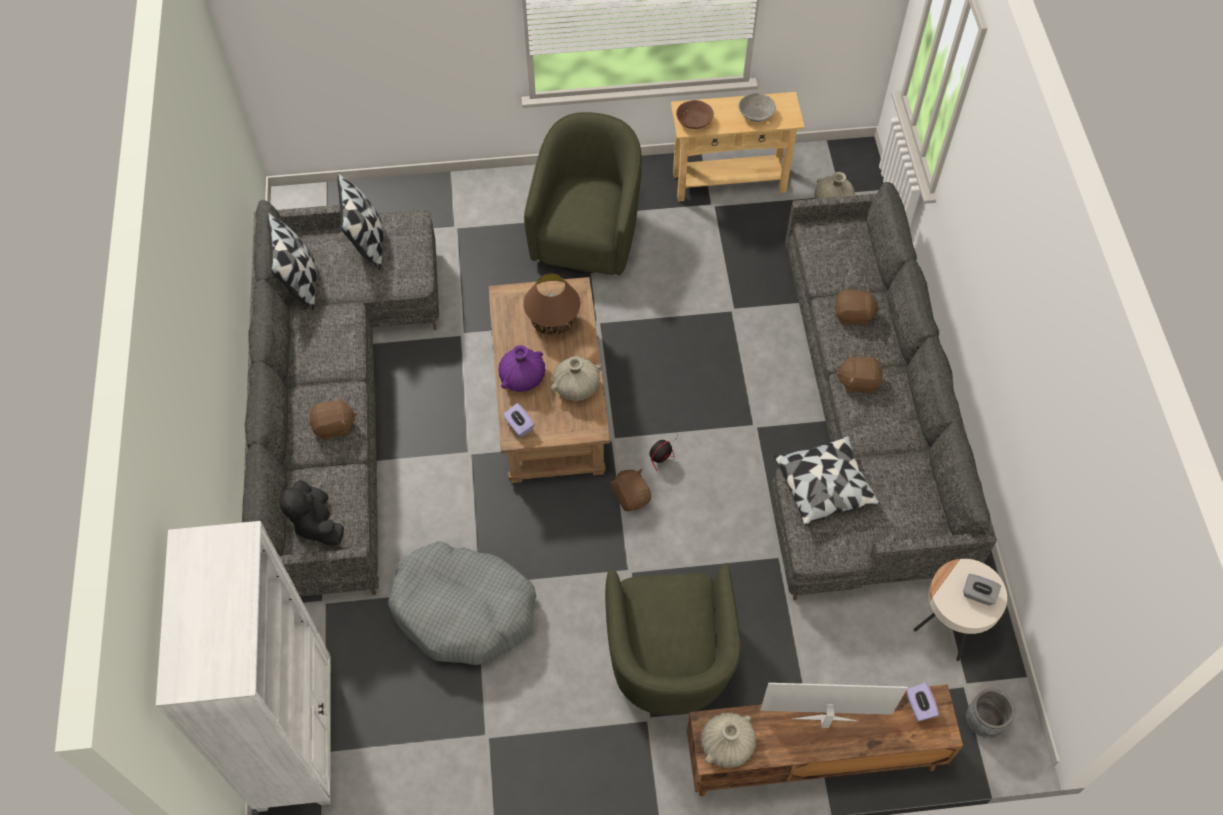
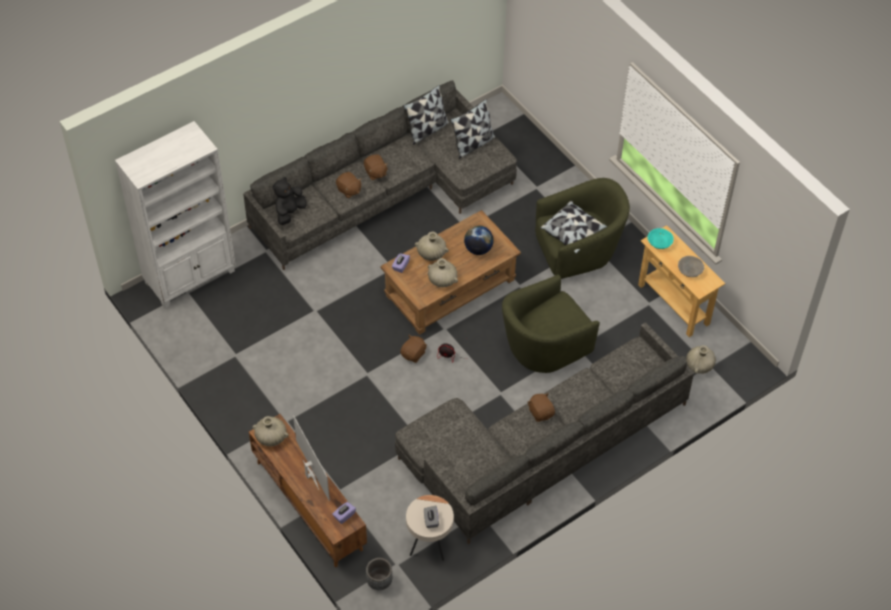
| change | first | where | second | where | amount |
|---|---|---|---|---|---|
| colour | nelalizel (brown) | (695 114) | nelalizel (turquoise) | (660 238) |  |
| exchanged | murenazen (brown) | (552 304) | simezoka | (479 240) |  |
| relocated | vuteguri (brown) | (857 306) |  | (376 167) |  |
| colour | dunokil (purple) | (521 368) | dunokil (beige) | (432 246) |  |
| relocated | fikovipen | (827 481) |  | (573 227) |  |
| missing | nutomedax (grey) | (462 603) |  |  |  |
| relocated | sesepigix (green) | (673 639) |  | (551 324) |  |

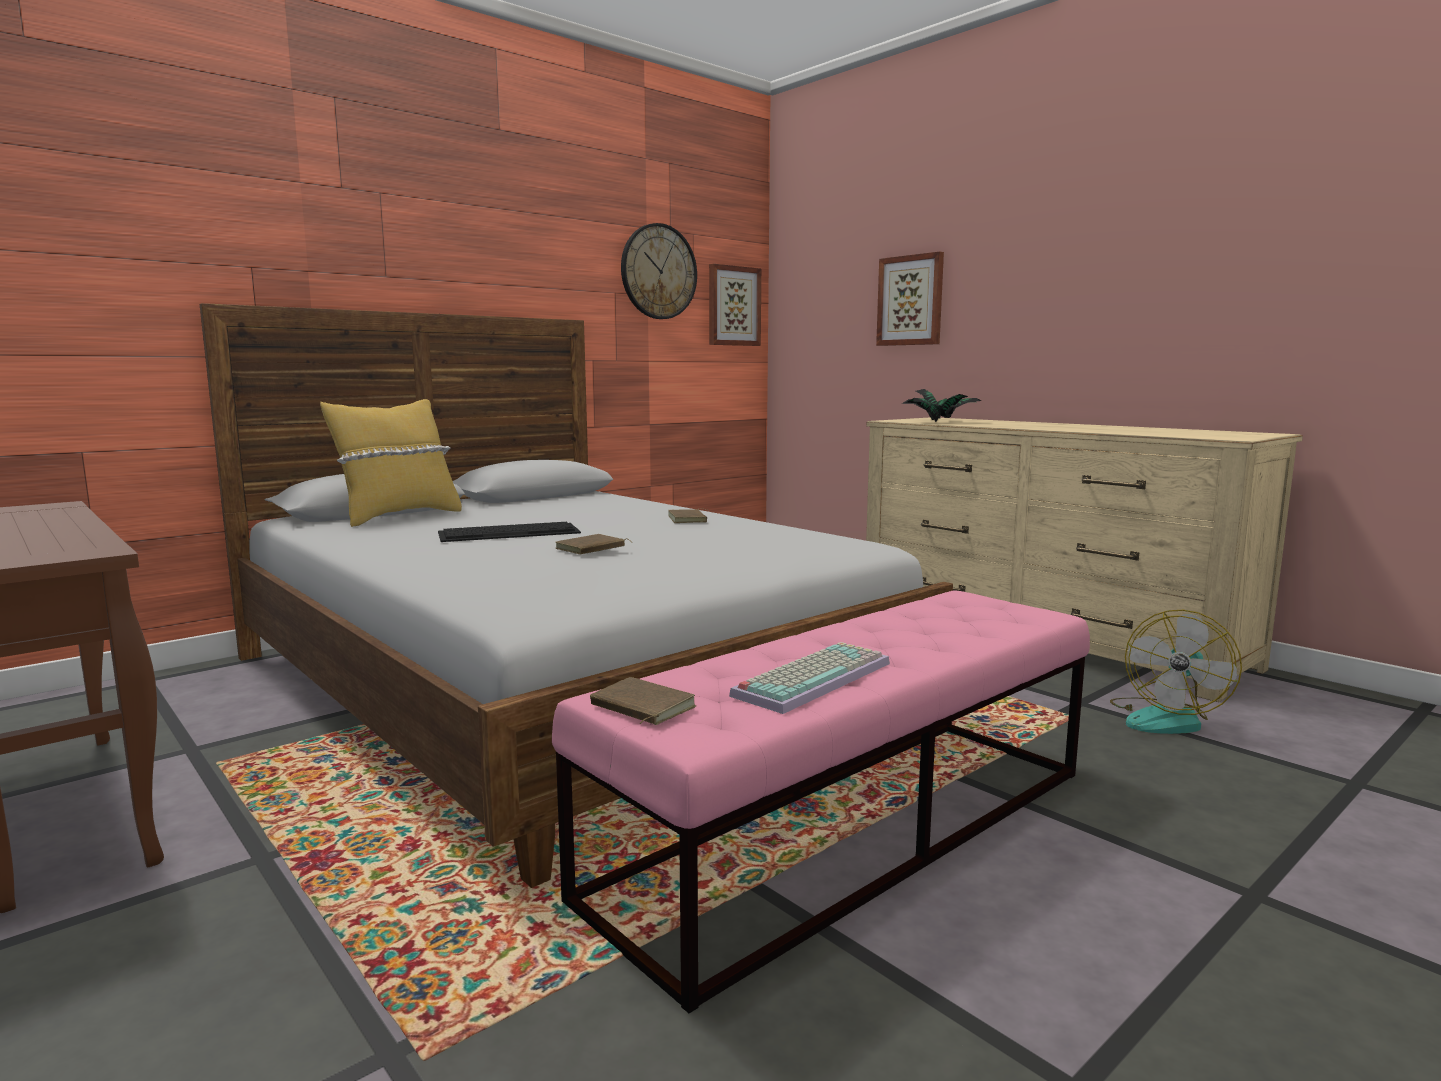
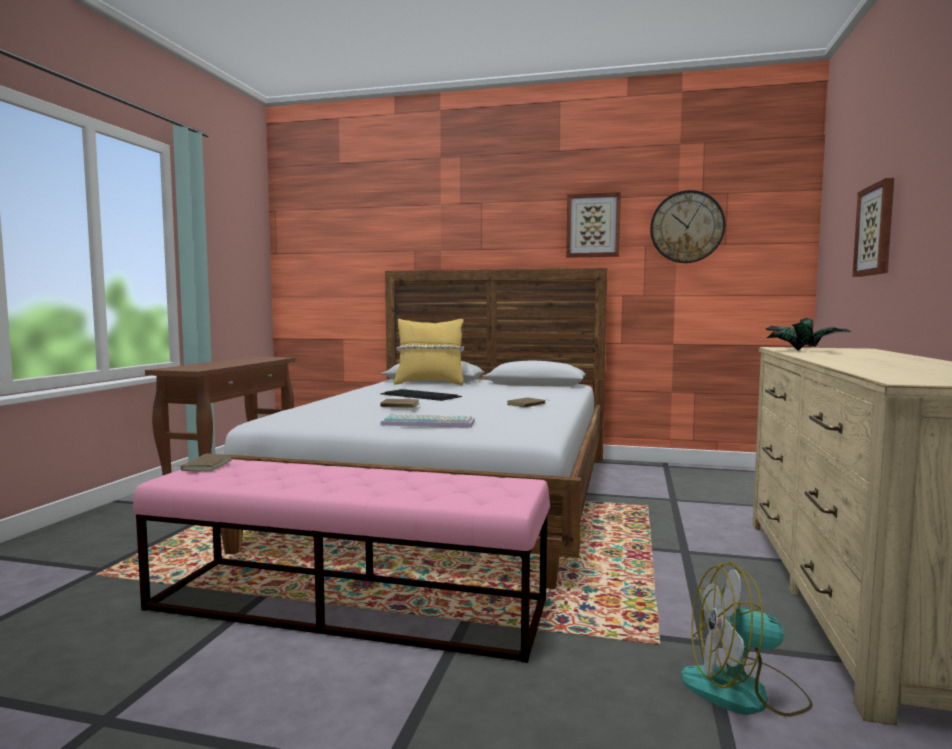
| change | first | where | second | where | amount |
|---|---|---|---|---|---|
| relocated | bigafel | (735 305) |  | (593 225) |  |
| relocated | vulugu | (809 678) |  | (427 421) |  |

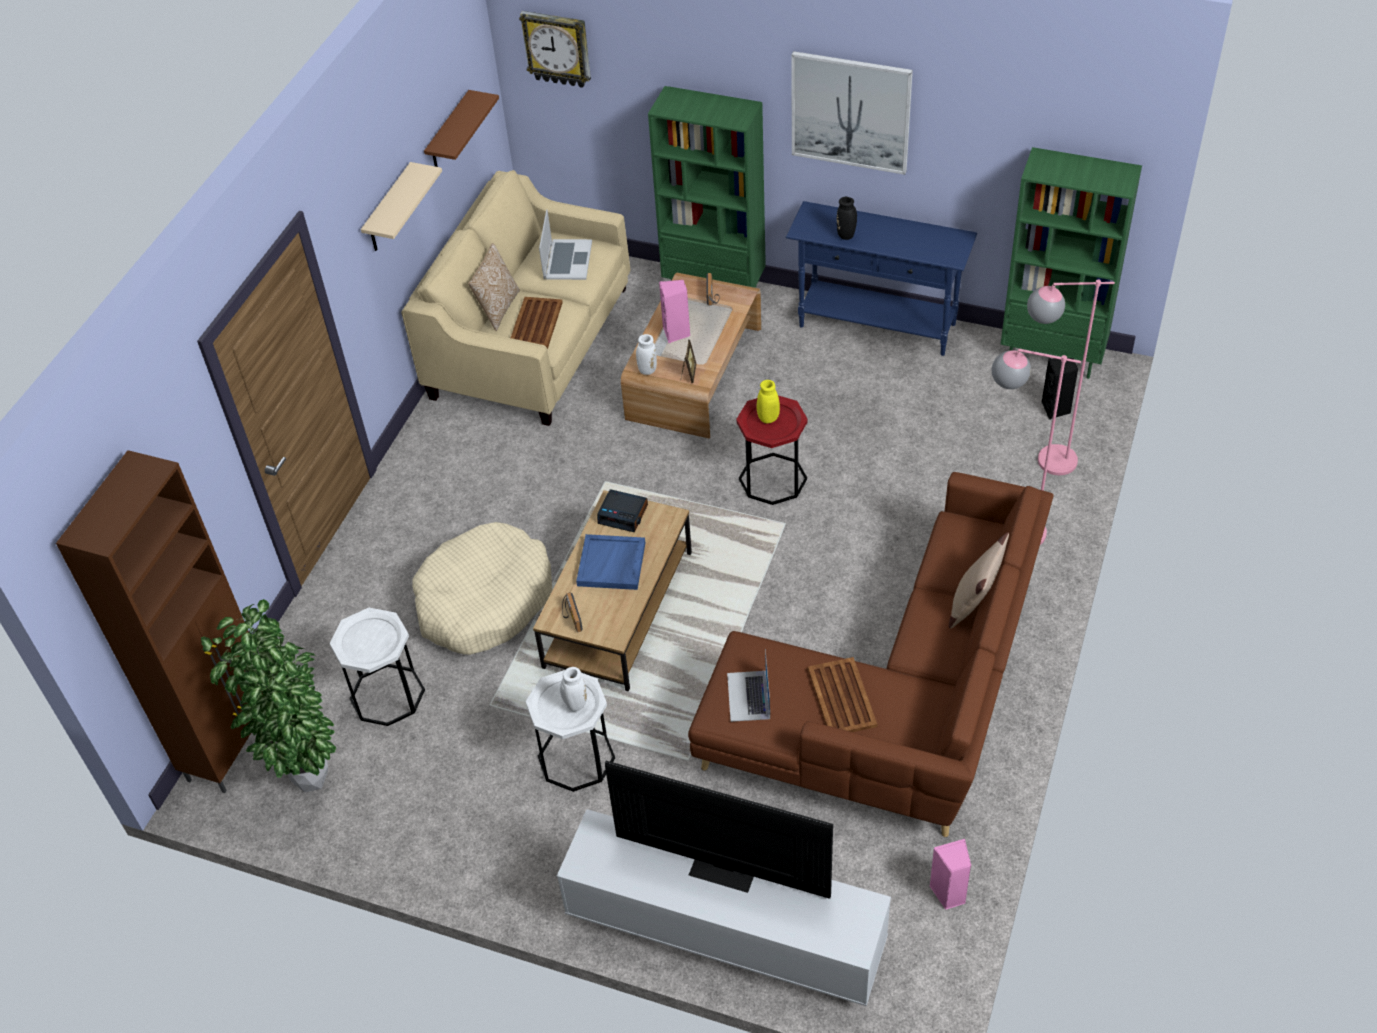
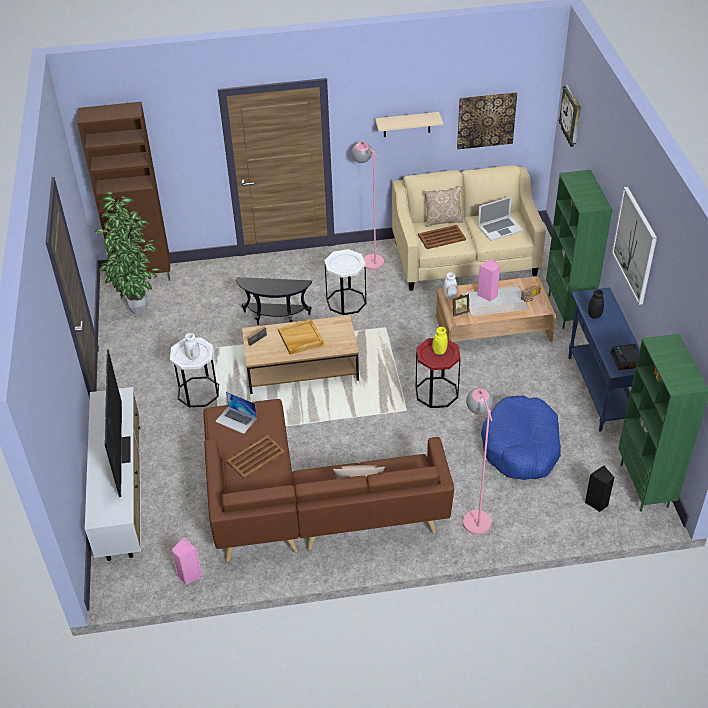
| change | first | where | second | where | amount |
|---|---|---|---|---|---|
| exchanged | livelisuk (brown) | (461 128) | bigafel | (487 120) |  |
| relocated | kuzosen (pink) | (1071 377) |  | (368 205) |  |
| relocated | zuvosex | (622 510) |  | (624 357) |  |
| exchanged | nutomedax (beige) | (482 588) | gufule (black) | (274 301) |  |
| colour | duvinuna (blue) | (610 562) | duvinuna (beige) | (301 337) |  |
| relocated | gufule (white) | (377 667) |  | (345 282) |  |
| spun | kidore | (748 685) |  | (236 413) | 120 degrees counterclockwise |
| appeared |  |  | nutomedax (blue) | (521 438) |  |

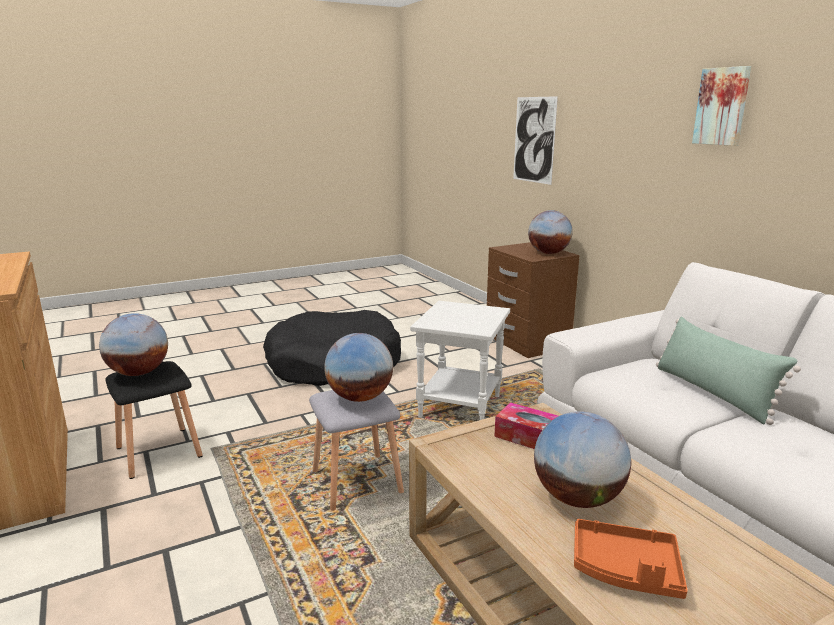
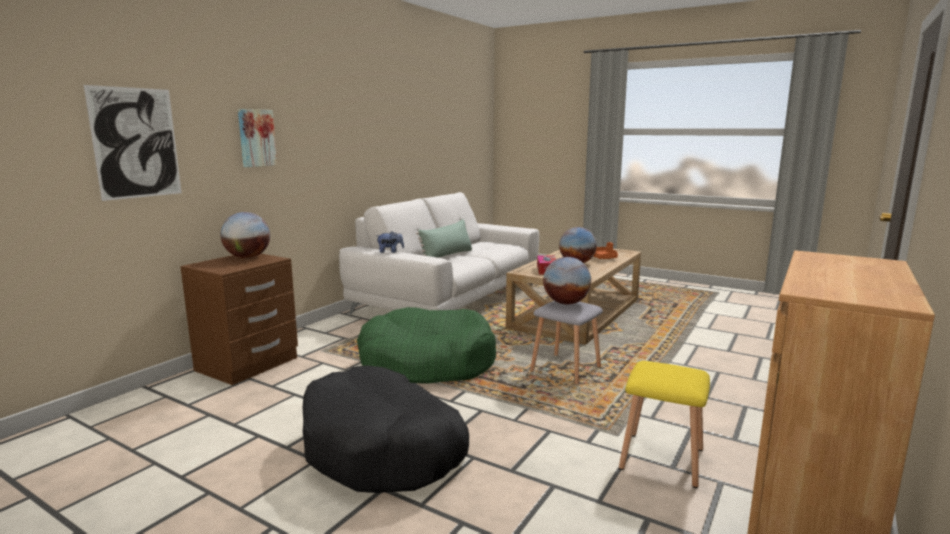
| change | first | where | second | where | amount |
|---|---|---|---|---|---|
| relocated | bigafel | (721 106) |  | (257 138) |  |
| exchanged | gufule (white) | (460 360) | nutomedax (green) | (426 345) |  |
| missing | simezoka | (133 344) |  |  |  |
| colour | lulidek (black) | (153 420) | lulidek (yellow) | (664 424) |  |
| appeared |  |  | vuteguri | (390 242) |  |

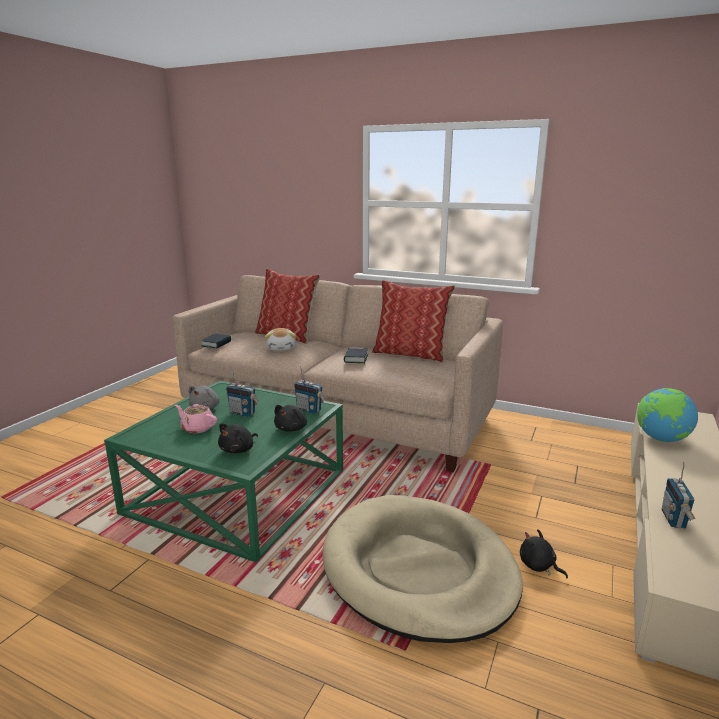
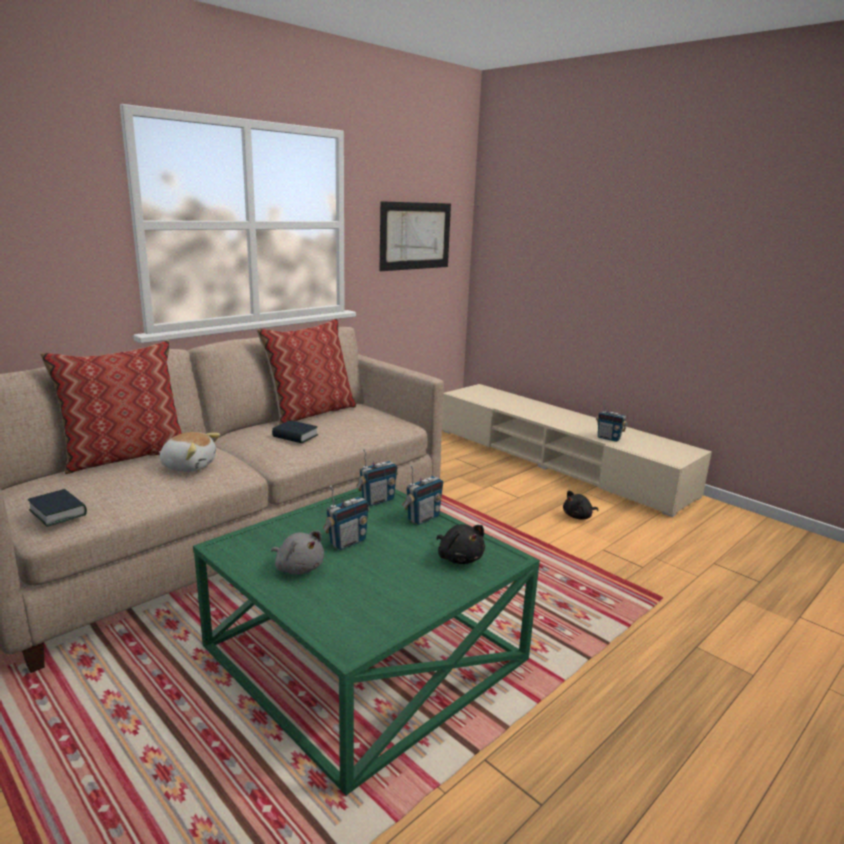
| change | first | where | second | where | amount |
|---|---|---|---|---|---|
| missing | simezoka | (667 415) |  |  |  |
| missing | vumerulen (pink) | (196 418) |  |  |  |
| exchanged | vuteguri (black) | (290 418) | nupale | (422 495) |  |
| missing | nutomedax (beige) | (422 569) |  |  |  |
| appeared |  |  | bigafel | (415 236) |  |

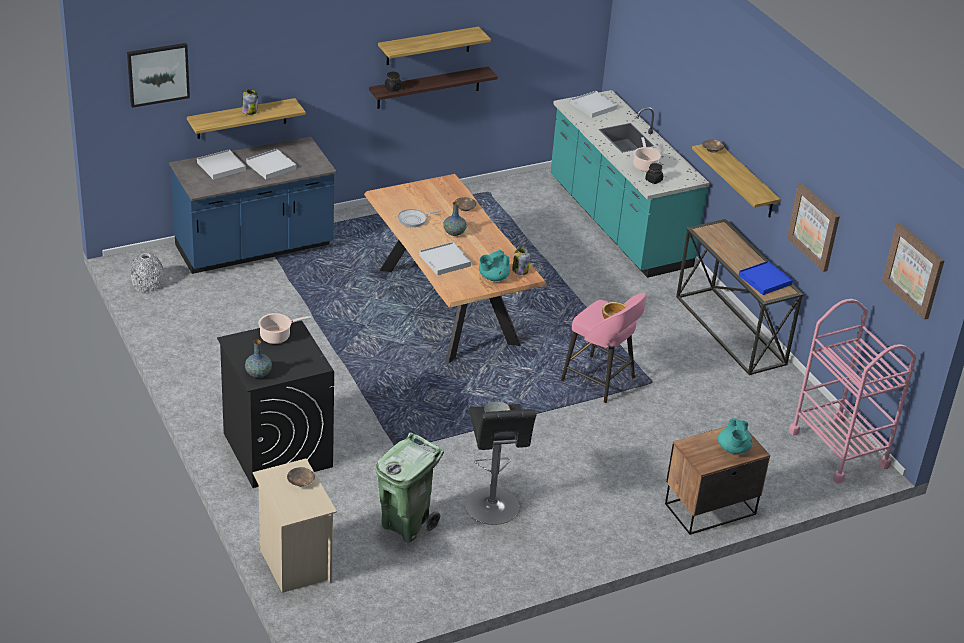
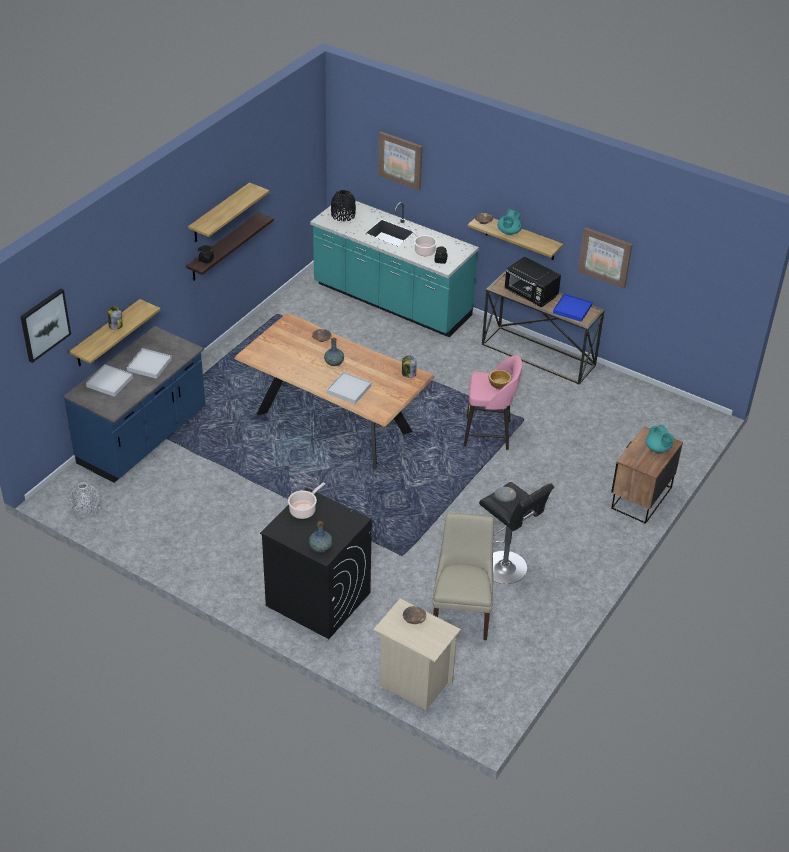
| change | first | where | second | where | amount |
|---|---|---|---|---|---|
| exchanged | duvinuna (white) | (594 104) | dunokil (black) | (343 205) |  |
| missing | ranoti | (419 218) |  |  |  |
| relocated | bigafel | (913 271) |  | (400 161) |  |
| relocated | vumerulen (turquoise) | (494 265) |  | (509 222) |  |
| missing | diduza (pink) | (852 391) |  |  |  |
| exchanged | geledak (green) | (409 487) | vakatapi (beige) | (463 576) |  |
| appeared |  |  | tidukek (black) | (532 282) |  |

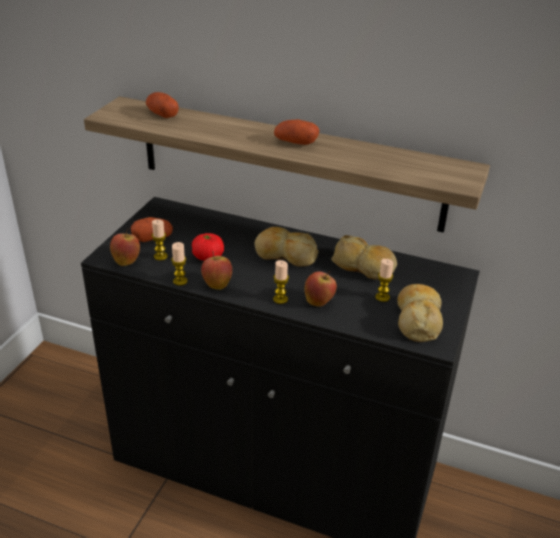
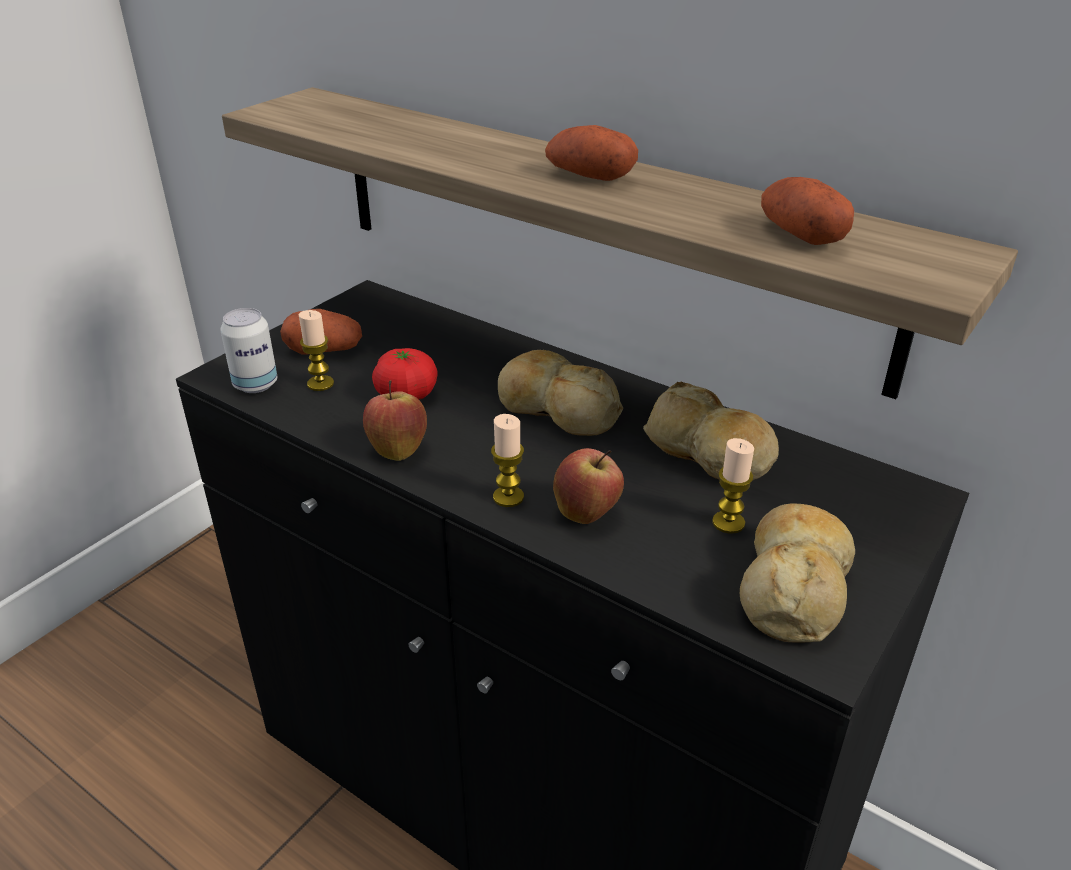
| change | first | where | second | where | amount |
|---|---|---|---|---|---|
| relocated | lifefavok | (162 105) |  | (807 211) |  |
| exchanged | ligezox | (125 247) | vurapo | (249 350) |  |
| missing | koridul | (179 264) |  |  |  |

